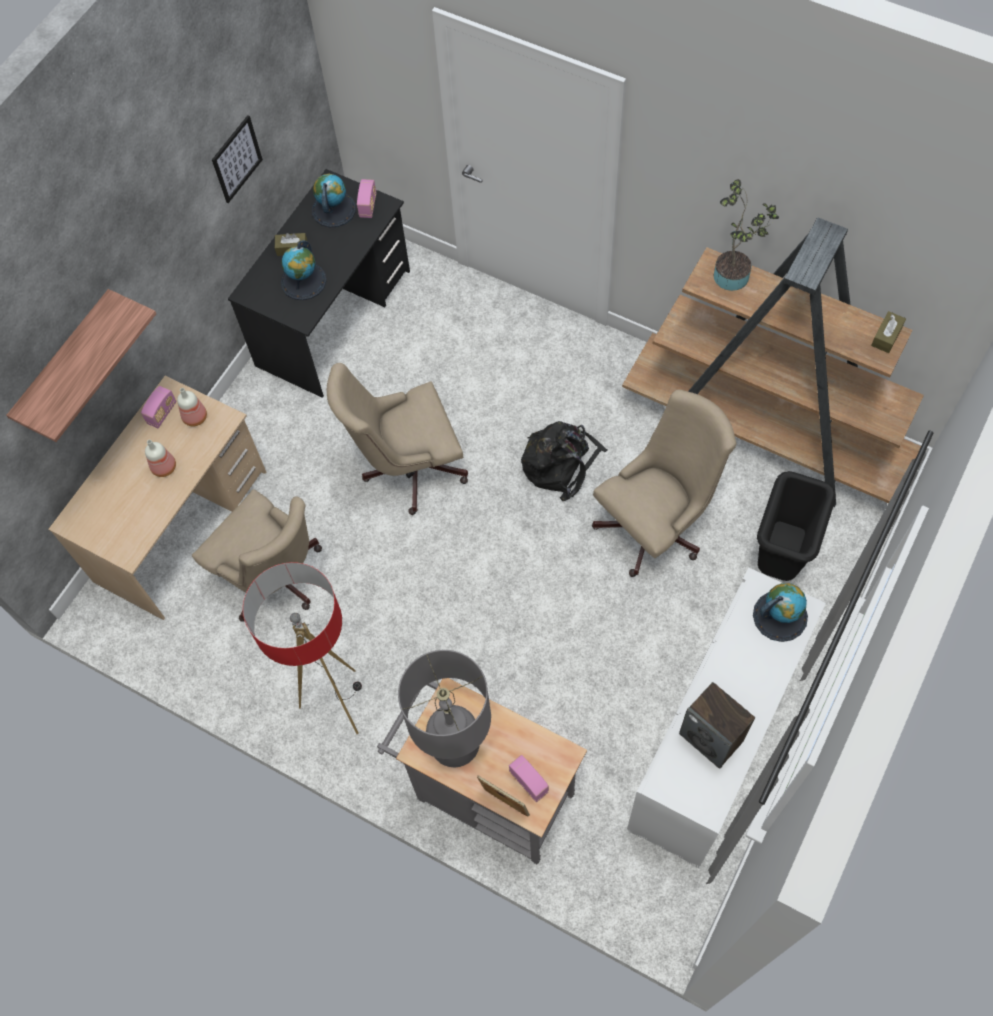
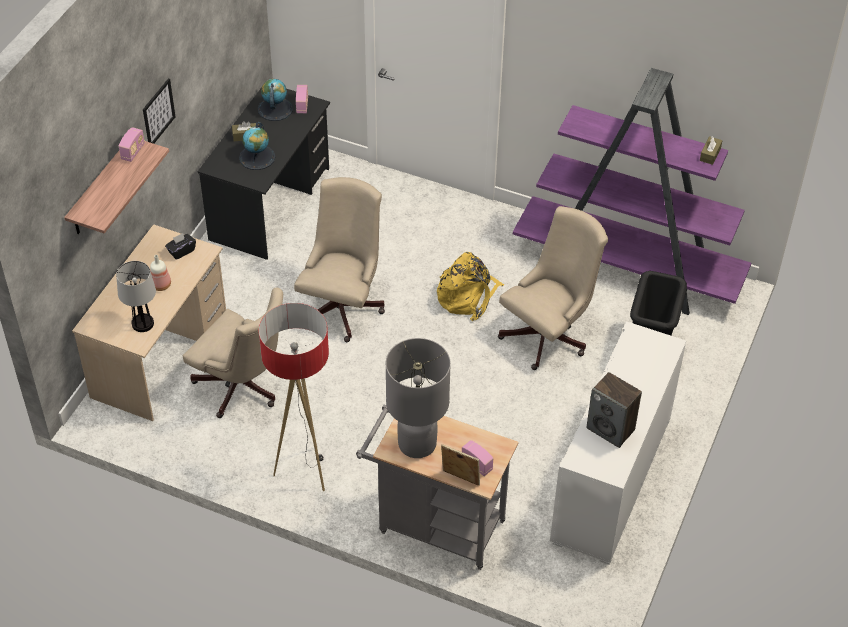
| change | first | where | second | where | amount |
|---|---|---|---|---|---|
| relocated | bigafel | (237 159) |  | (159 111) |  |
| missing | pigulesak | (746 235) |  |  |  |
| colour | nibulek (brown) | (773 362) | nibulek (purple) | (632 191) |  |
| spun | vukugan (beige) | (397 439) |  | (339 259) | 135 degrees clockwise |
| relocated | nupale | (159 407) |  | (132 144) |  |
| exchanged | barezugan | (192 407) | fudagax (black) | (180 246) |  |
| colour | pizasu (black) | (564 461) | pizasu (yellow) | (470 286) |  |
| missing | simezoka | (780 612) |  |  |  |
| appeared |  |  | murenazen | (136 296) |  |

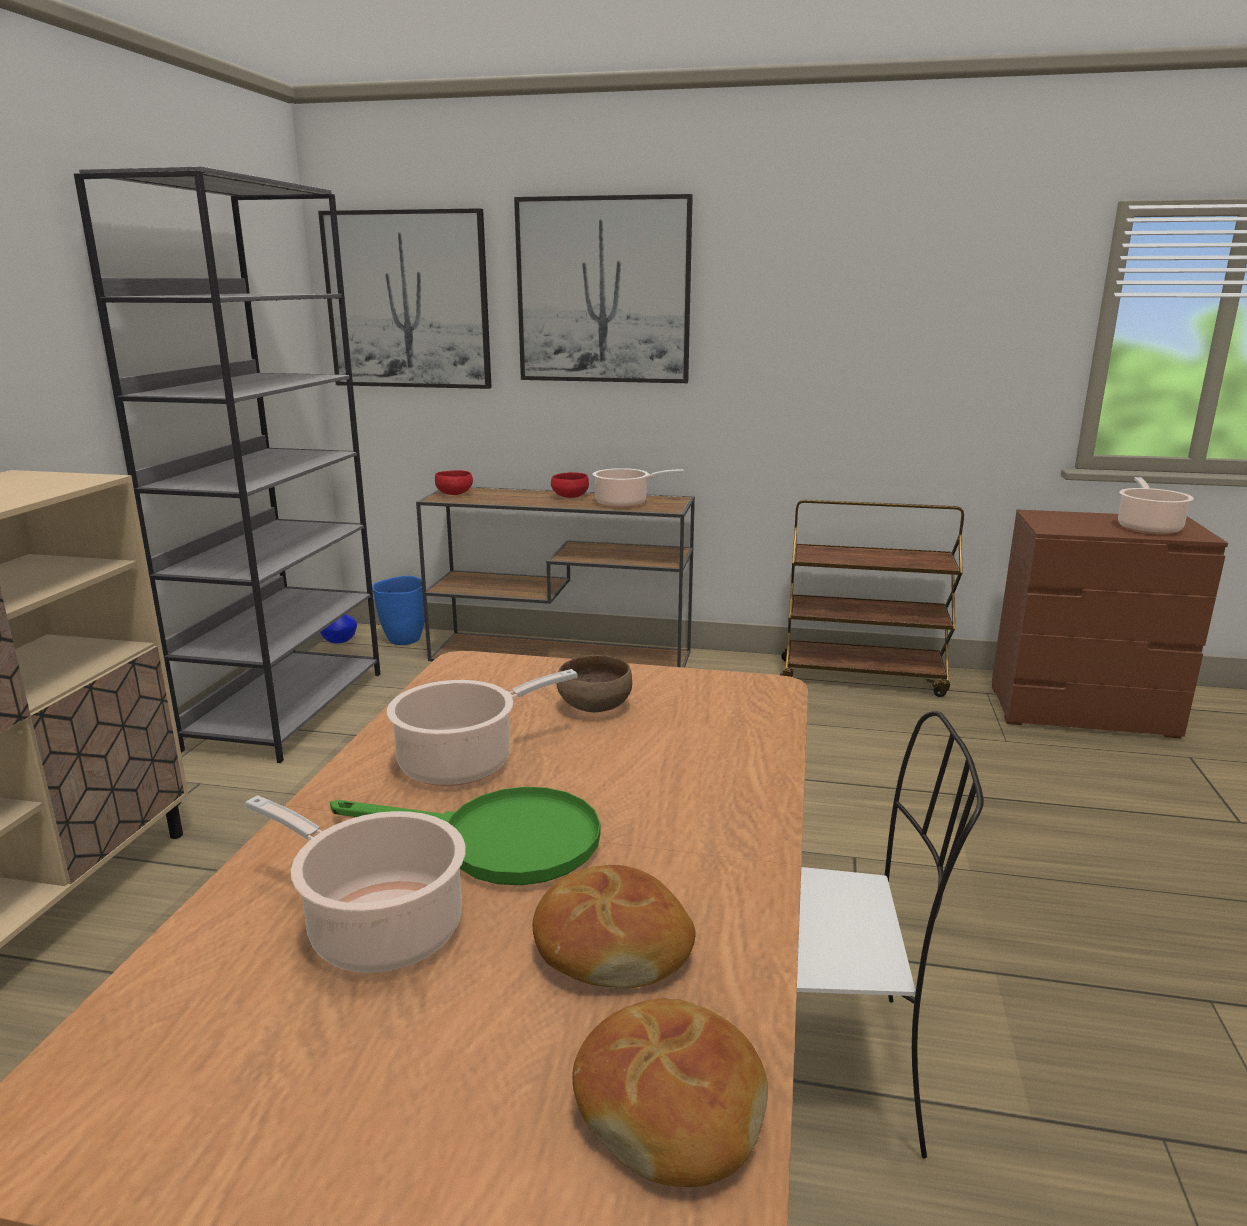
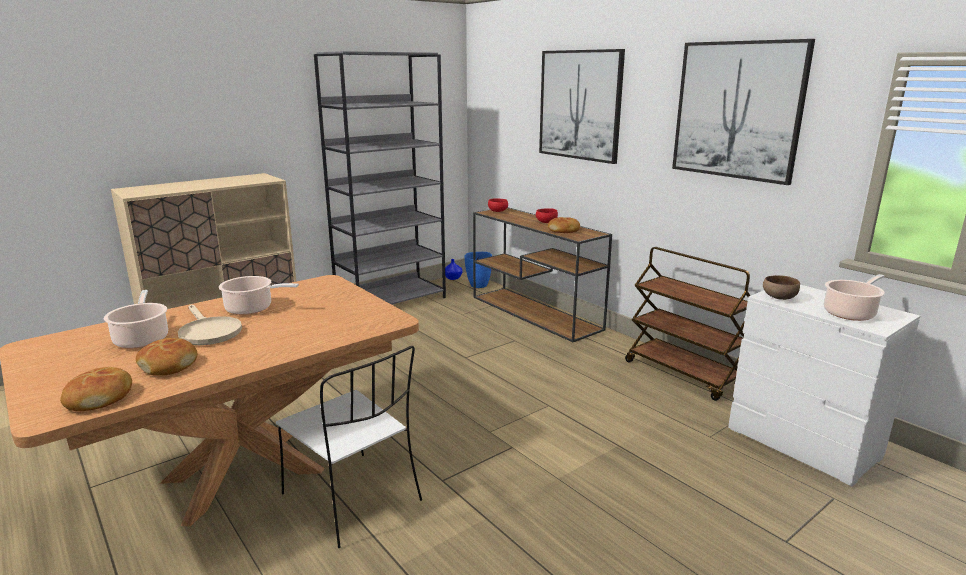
| change | first | where | second | where | amount |
|---|---|---|---|---|---|
| relocated | bigafel | (405 298) |  | (743 112) |  |
| exchanged | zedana | (638 488) | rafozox | (564 225) |  |
| colour | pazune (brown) | (1110 624) | pazune (white) | (824 386) |  |
| relocated | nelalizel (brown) | (594 684) |  | (781 287) |  |
| colour | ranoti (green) | (465 836) | ranoti (beige) | (210 325) |  |

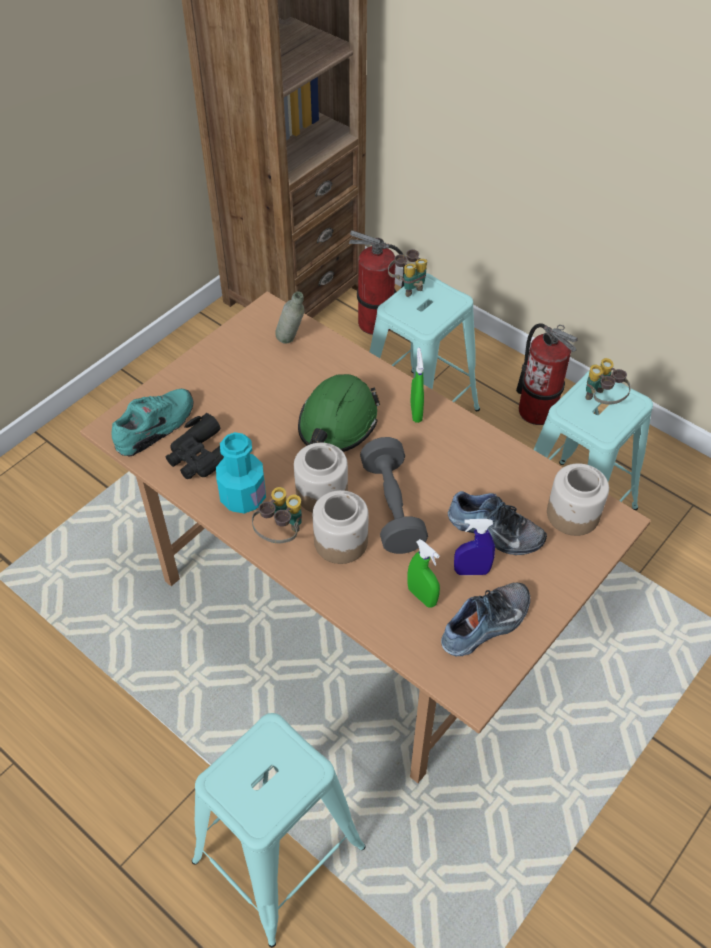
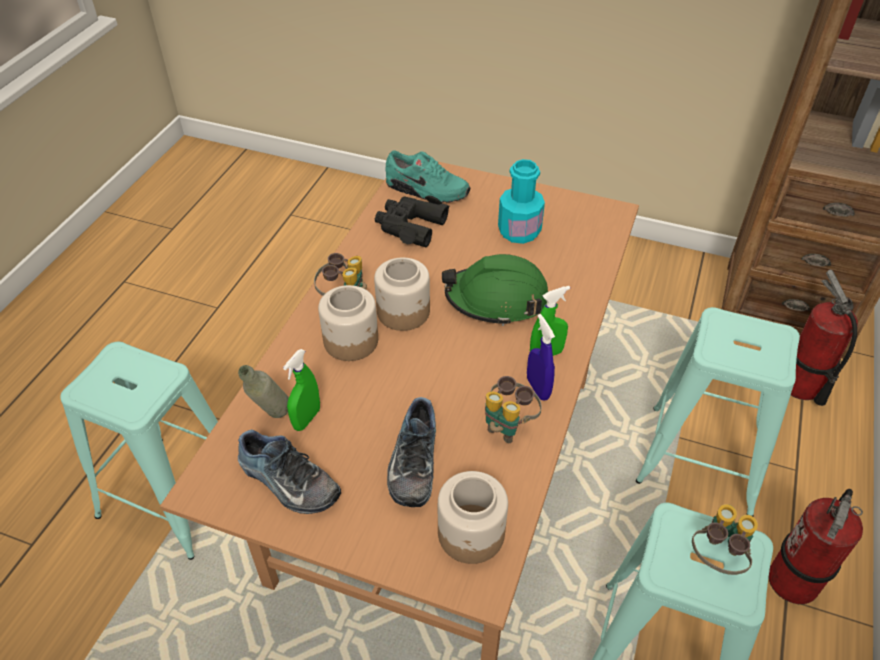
| change | first | where | second | where | amount |
|---|---|---|---|---|---|
| relocated | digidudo | (407 273) |  | (513 409) |  |
| relocated | barezugan (grey) | (289 317) |  | (263 391) |  |
| relocated | barezugan (turquoise) | (241 473) |  | (521 201) |  |
| missing | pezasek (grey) | (394 495) |  |  |  |
| relocated | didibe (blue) | (474 547) |  | (541 357) |  |

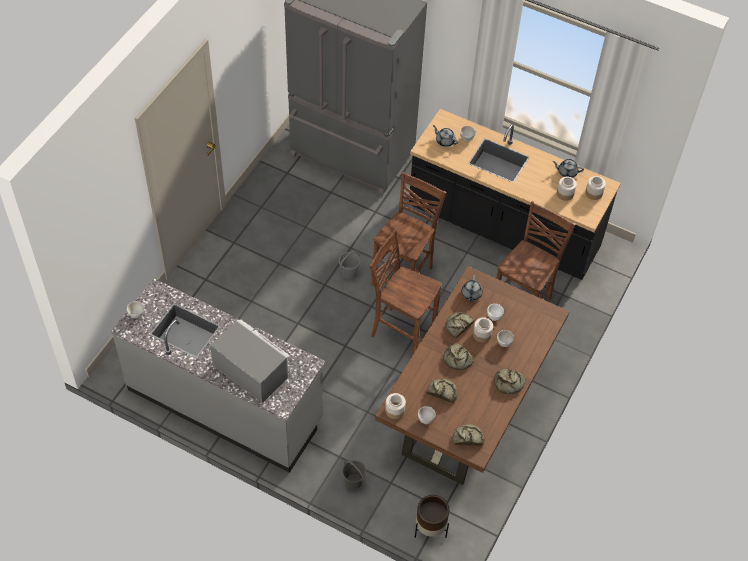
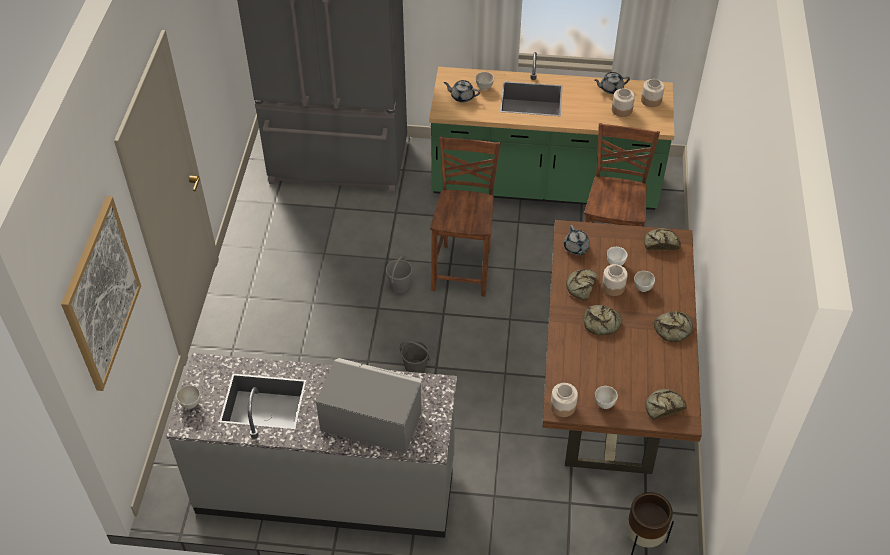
| change | first | where | second | where | amount |
|---|---|---|---|---|---|
| colour | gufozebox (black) | (515 194) | gufozebox (green) | (551 131) |  |
| missing | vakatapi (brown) | (405 292) |  |  |  |
| relocated | rafozox | (442 391) |  | (662 239) |  |
| relocated | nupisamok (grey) | (354 474) |  | (415 357) |  |
| appeared |  |  | bigafel | (101 293) |  |

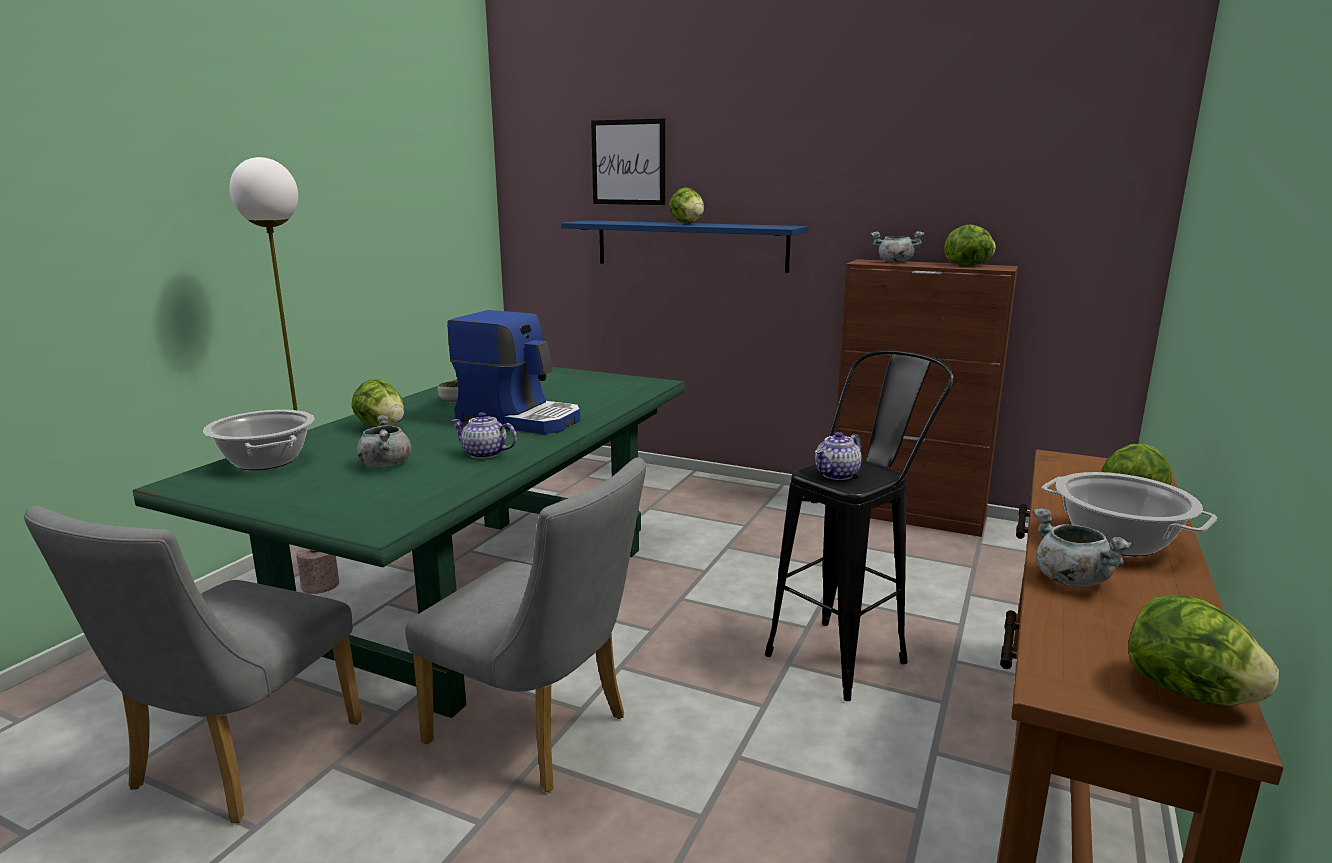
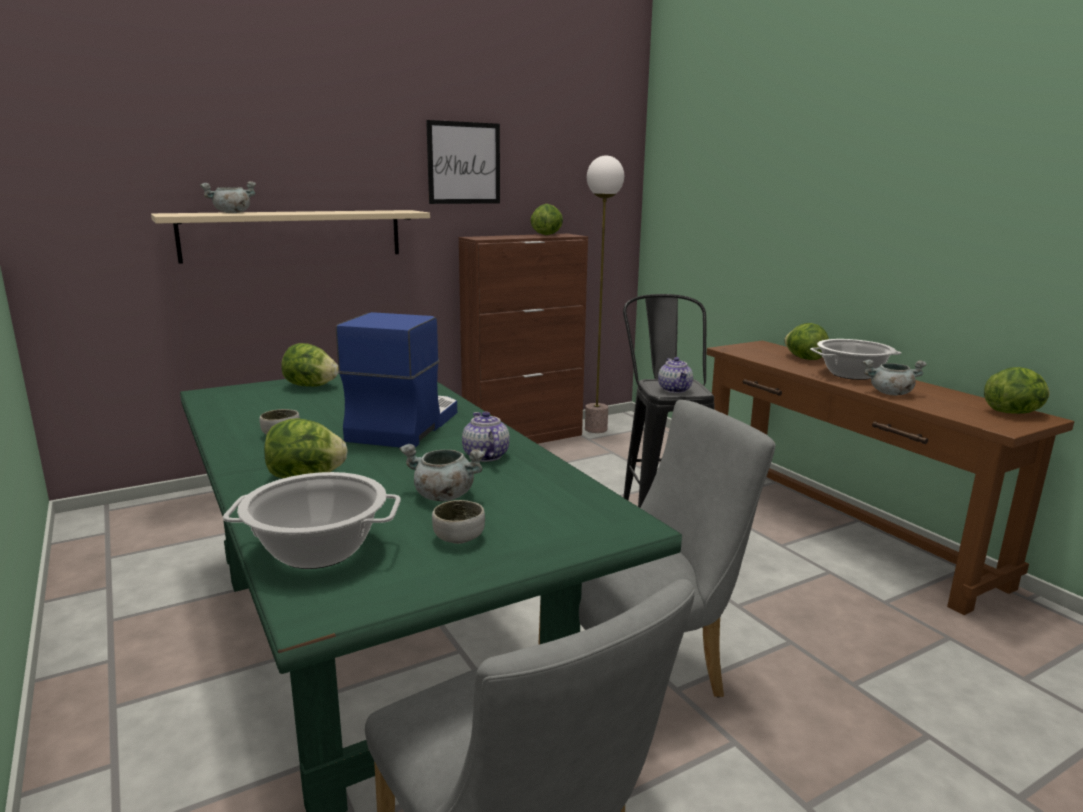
| change | first | where | second | where | amount |
|---|---|---|---|---|---|
| relocated | bigafel | (628 161) |  | (463 162) |  |
| relocated | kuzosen | (284 375) |  | (604 294) |  |
| relocated | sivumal | (686 205) |  | (310 365) |  |
| colour | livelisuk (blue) | (684 246) | livelisuk (beige) | (290 237) |  |
| relocated | zedana (grey) | (897 247) |  | (228 197) |  |
| spun | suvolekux | (514 372) |  | (396 380) | 45 degrees counterclockwise |
| spun | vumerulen | (484 435) |  | (486 436) | 105 degrees clockwise |
| appeared |  |  | nelalizel | (458 522) |  |

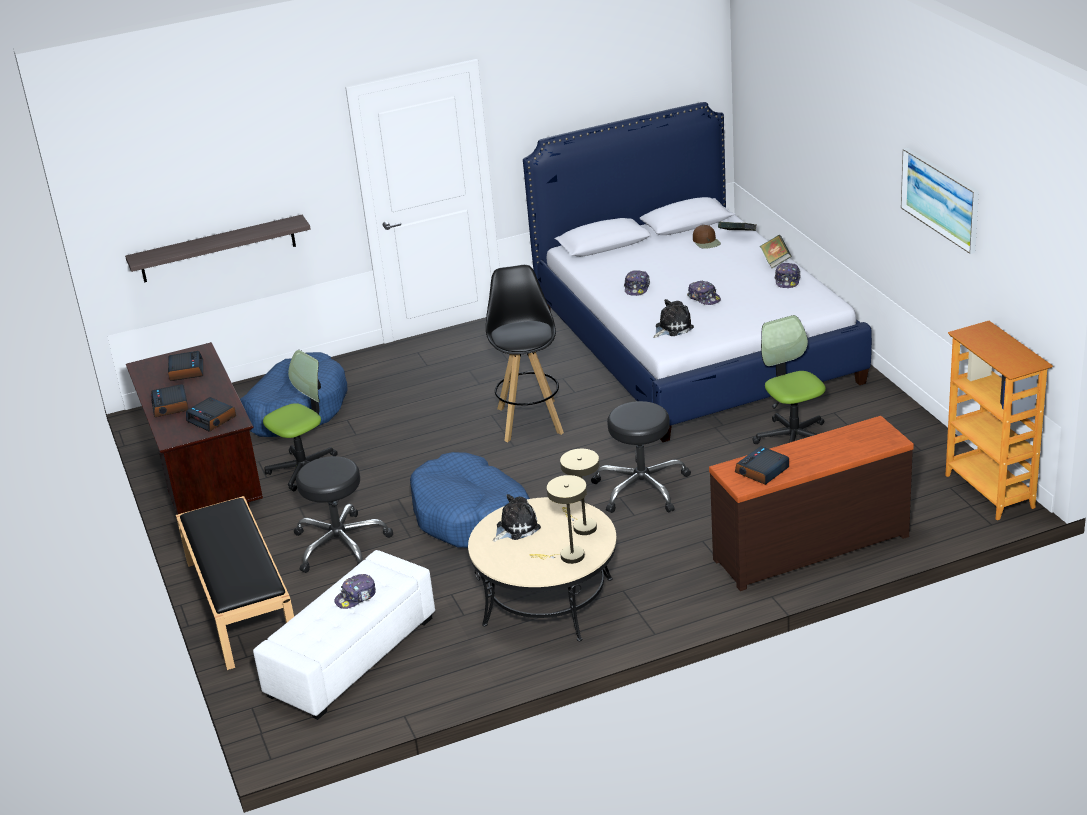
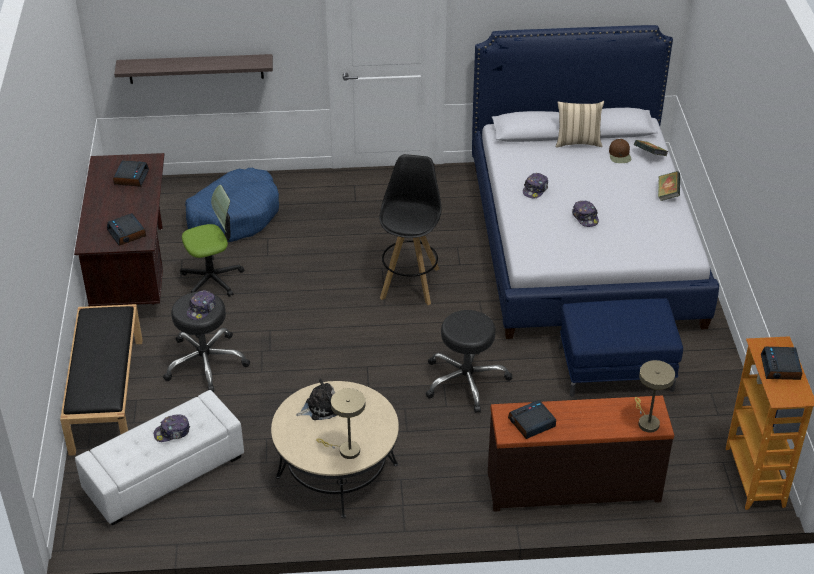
| change | first | where | second | where | amount |
|---|---|---|---|---|---|
| missing | bigafel | (940 201) |  |  |  |
| relocated | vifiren | (788 275) |  | (201 305) |  |
| missing | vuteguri | (673 318) |  |  |  |
| exchanged | vukugan | (789 379) | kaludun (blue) | (621 347) |  |
| relocated | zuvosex | (169 400) |  | (781 363) |  |
| relocated | murenazen (beige) | (579 492) |  | (655 396) |  |
| missing | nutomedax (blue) | (470 500) |  |  |  |
| appeared |  |  | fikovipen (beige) | (580 124) |  |

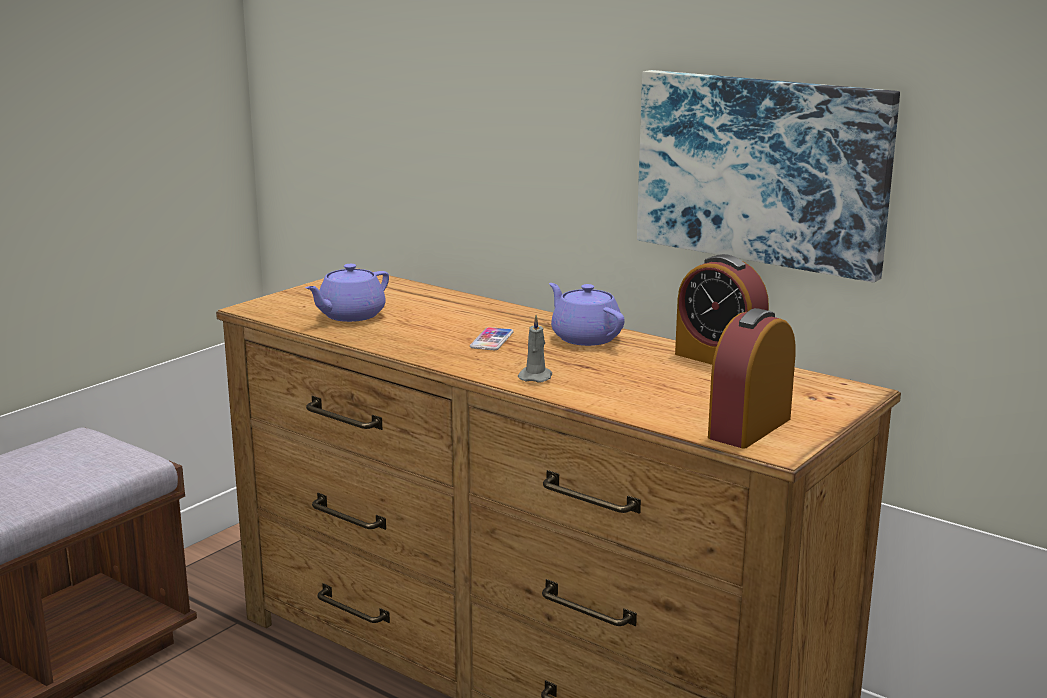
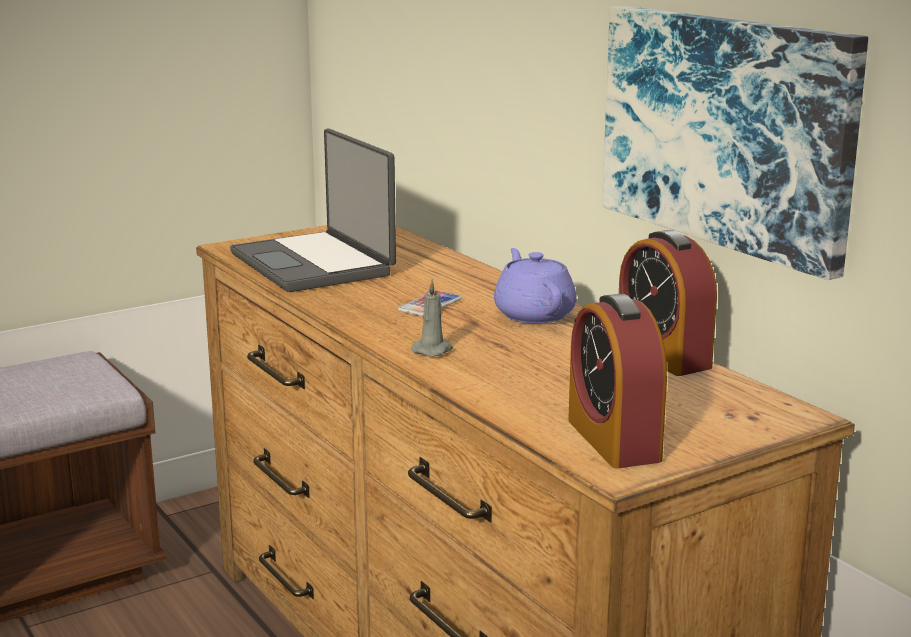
| change | first | where | second | where | amount |
|---|---|---|---|---|---|
| exchanged | vumerulen (purple) | (347 293) | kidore | (313 210) |  |
| spun | zuvosex | (752 378) |  | (617 381) | 75 degrees counterclockwise |

